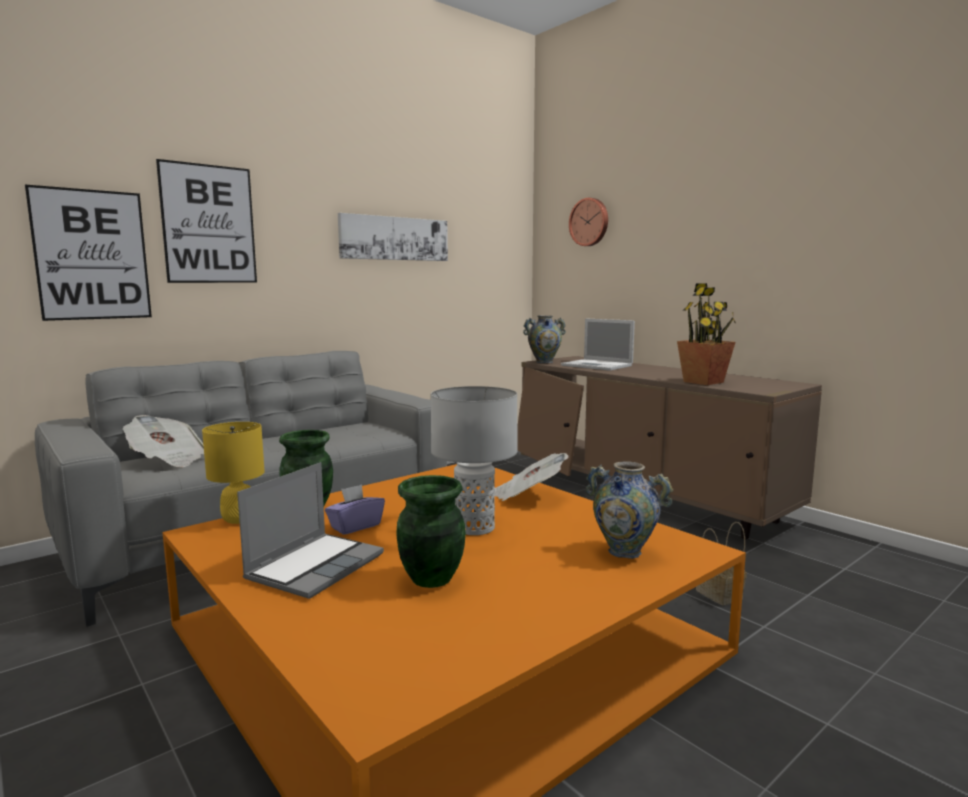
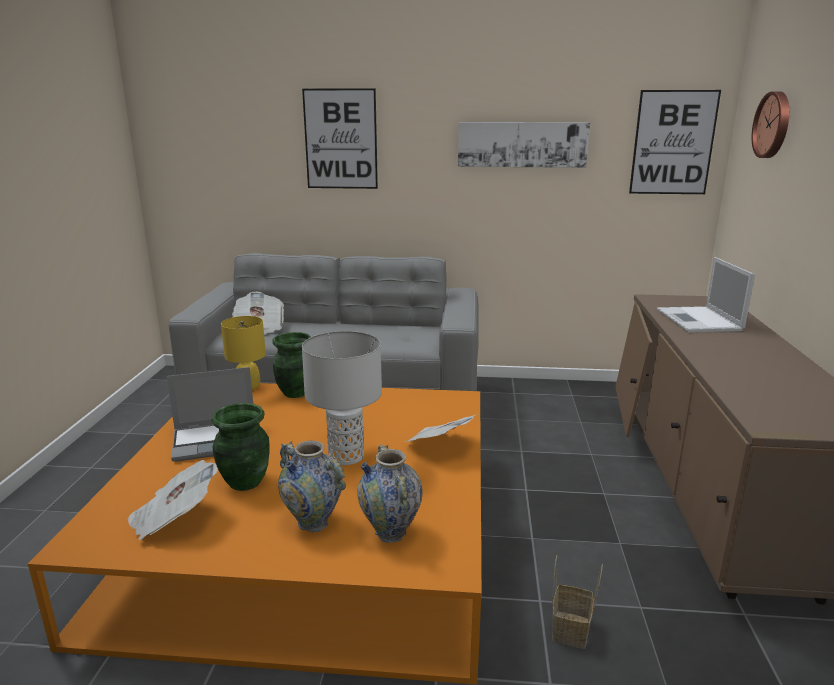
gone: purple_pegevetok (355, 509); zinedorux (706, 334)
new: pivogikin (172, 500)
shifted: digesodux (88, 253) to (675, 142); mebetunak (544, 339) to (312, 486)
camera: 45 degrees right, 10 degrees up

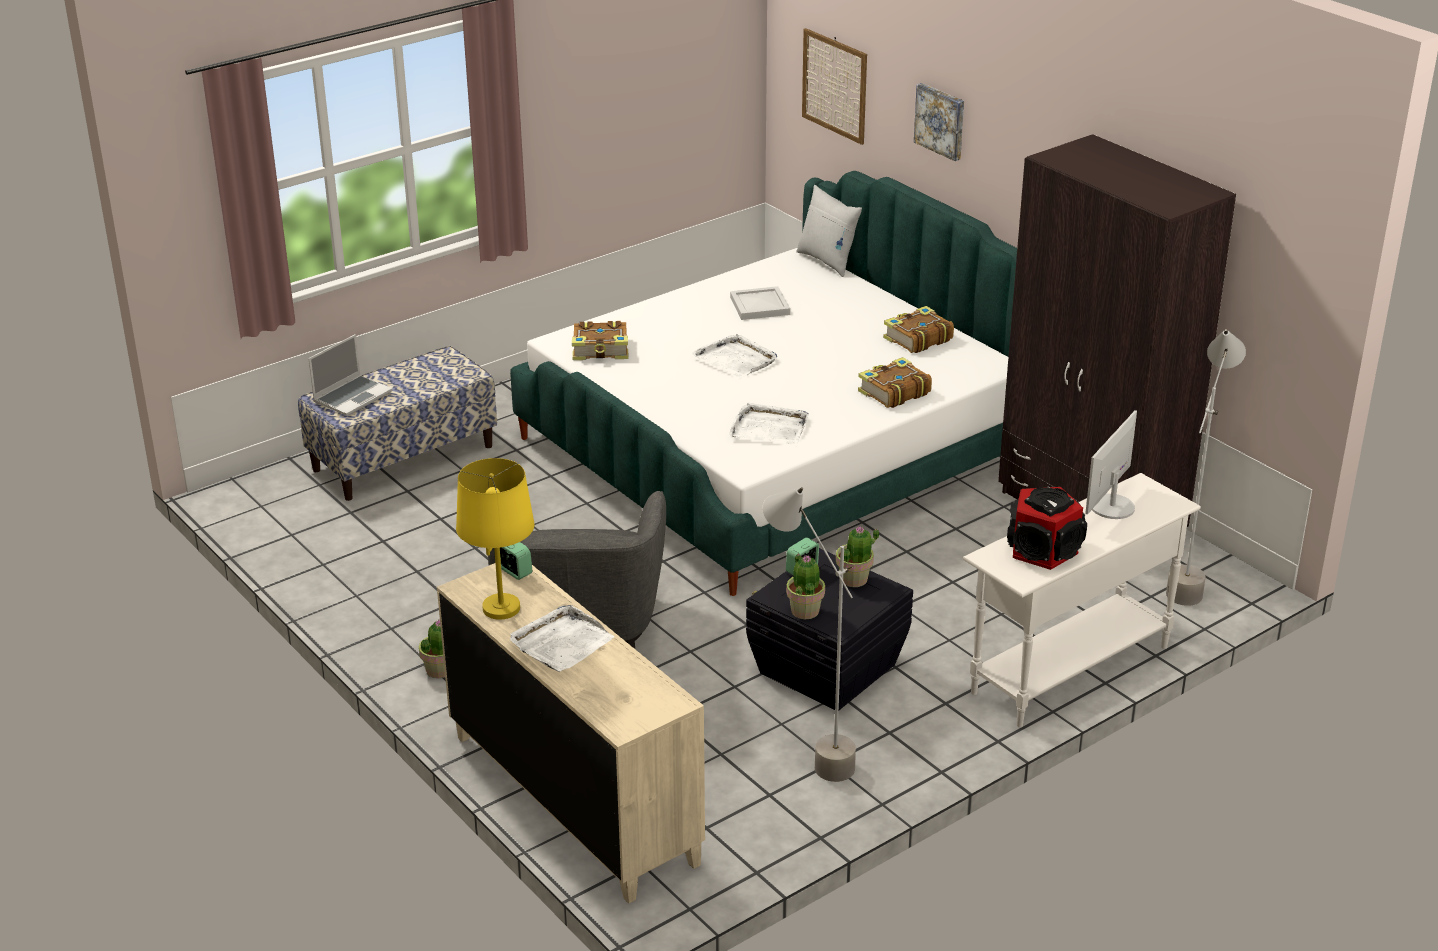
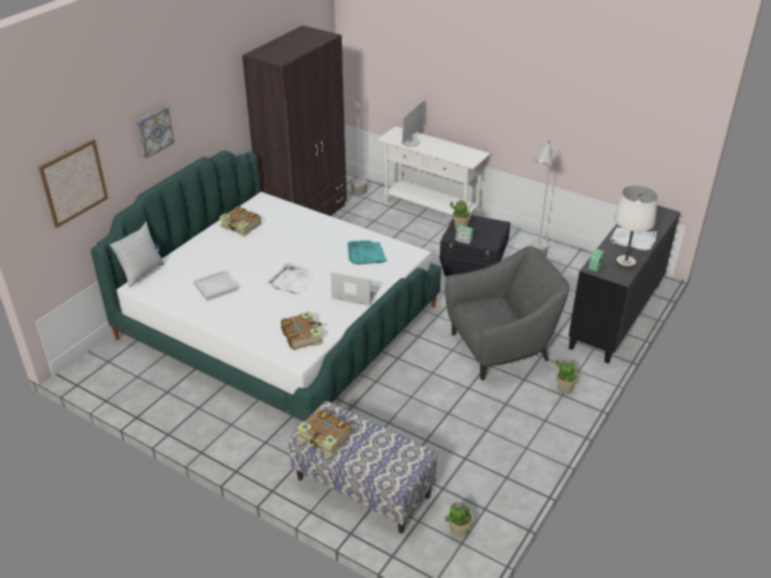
gone: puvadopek (1047, 528)
shifted: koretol (350, 375) to (355, 289); zinedorux (805, 586) to (459, 519); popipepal (895, 382) to (324, 432)
repainted: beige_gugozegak (571, 733) to black_gugozegak (624, 284); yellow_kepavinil (495, 539) to white_kepavinil (636, 227); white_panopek (769, 423) to turquoise_panopek (367, 252)
rotated: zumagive (1111, 464) = (413, 123) 75 degrees counterclockwise
camera: 110 degrees left, 5 degrees up

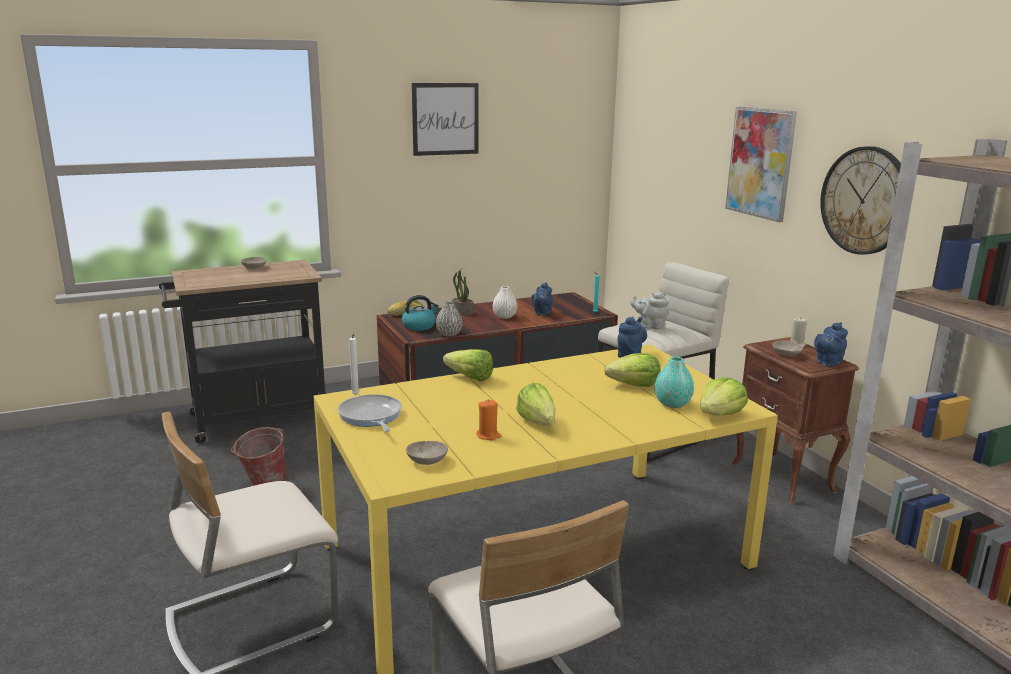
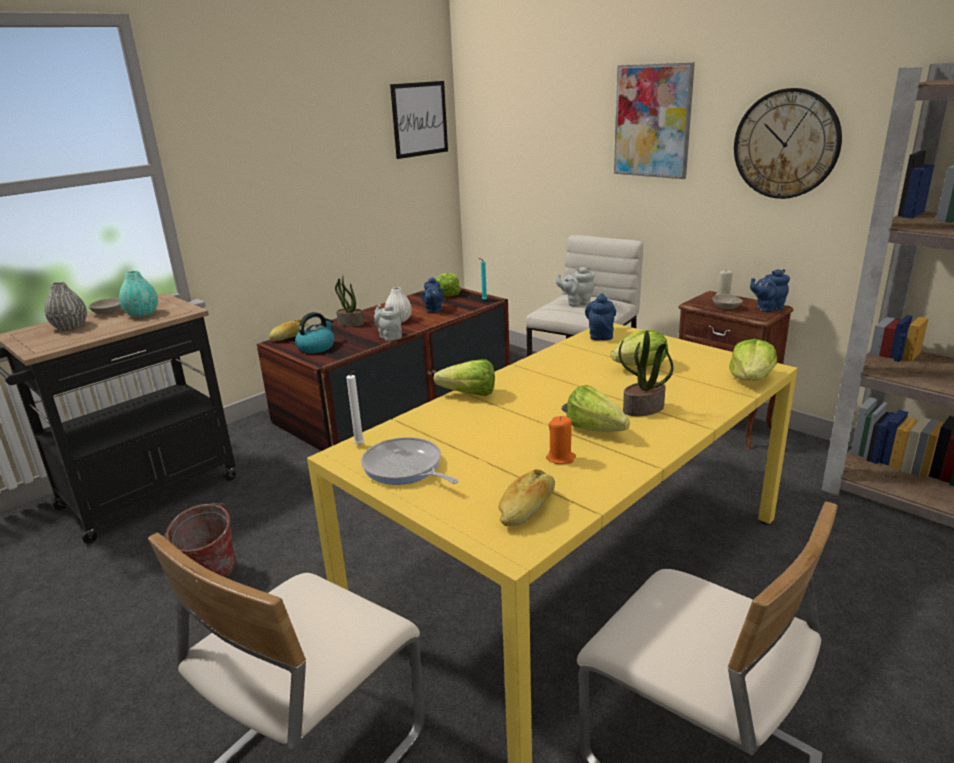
new: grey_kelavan (388, 322); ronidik (448, 284); zinedorux (646, 373)
shifted: digesodux (445, 119) to (419, 120); grey_mebetunak (449, 319) to (66, 306); turquoise_mebetunak (674, 382) to (138, 293)
swapped: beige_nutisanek (427, 453) to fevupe (527, 497)
rotated: blue_kelavan (831, 344) = (770, 290) 45 degrees clockwise
camera: 20 degrees left, 5 degrees up

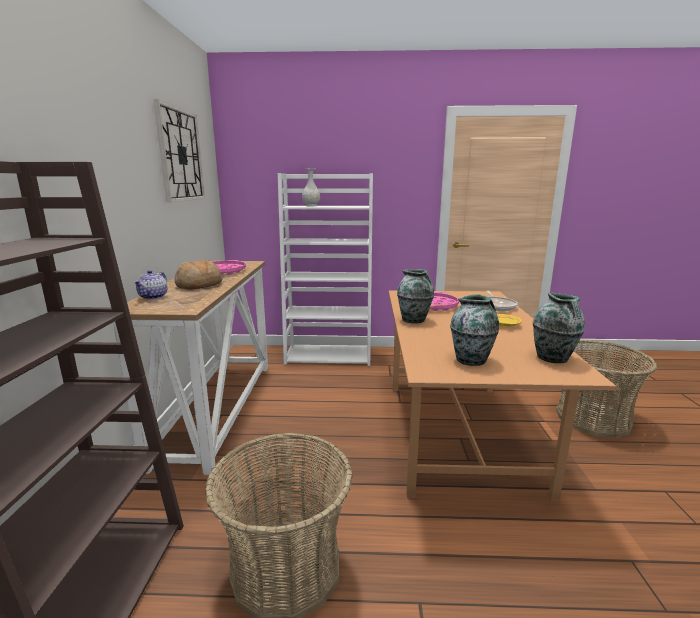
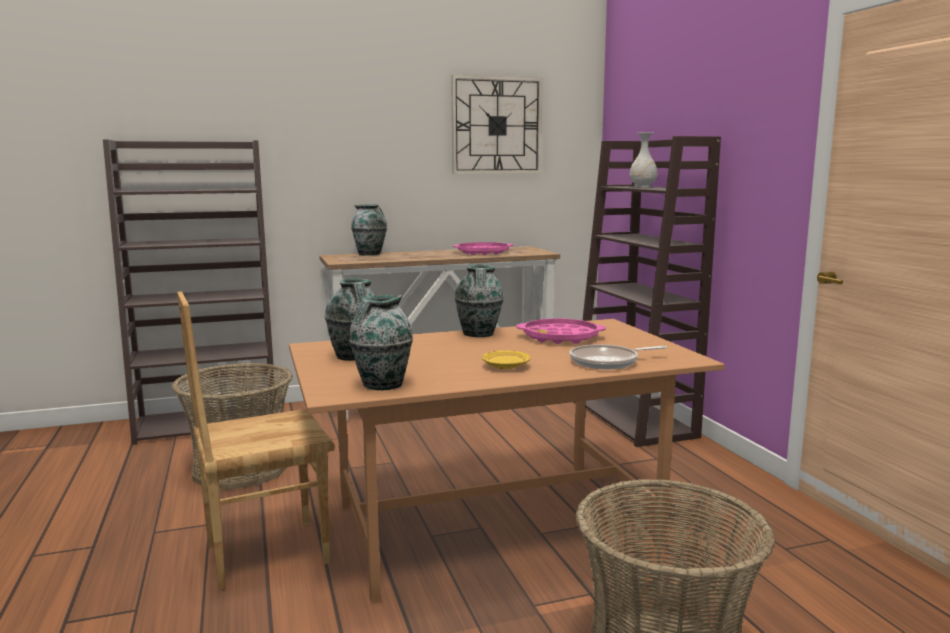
gone: fevupe (199, 275)
new: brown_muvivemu (256, 440)
swapped: kelavan (150, 285) to mebetunak (369, 229)
repainted: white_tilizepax (325, 269) to brown_tilizepax (647, 291)
camera: 70 degrees right, 5 degrees down

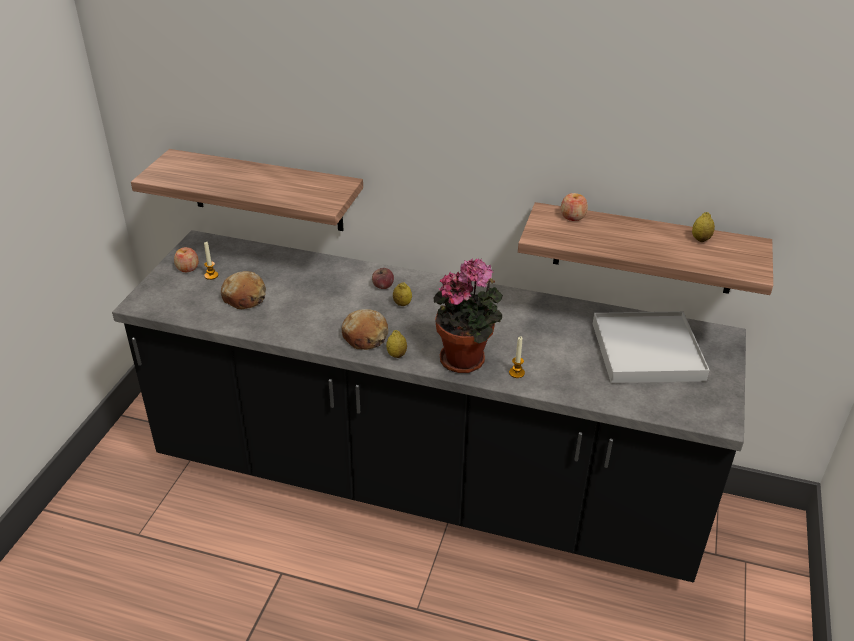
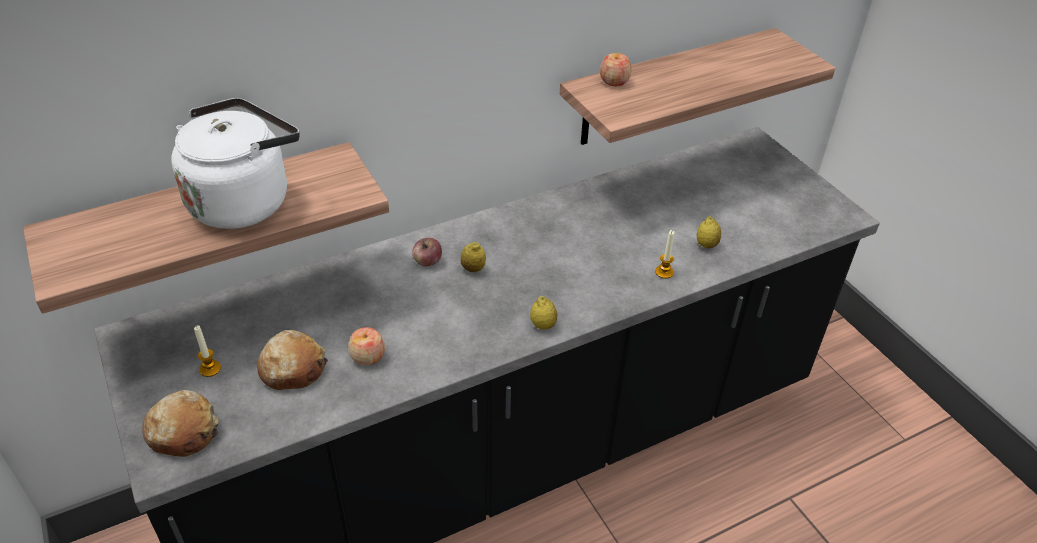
gone: zinedorux (468, 315); white_panopek (651, 347)
new: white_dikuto (235, 163)
shifted: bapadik (186, 259) to (366, 346); fevupe (365, 329) to (181, 423); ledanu (703, 227) to (709, 232)
camera: 45 degrees left, 5 degrees up

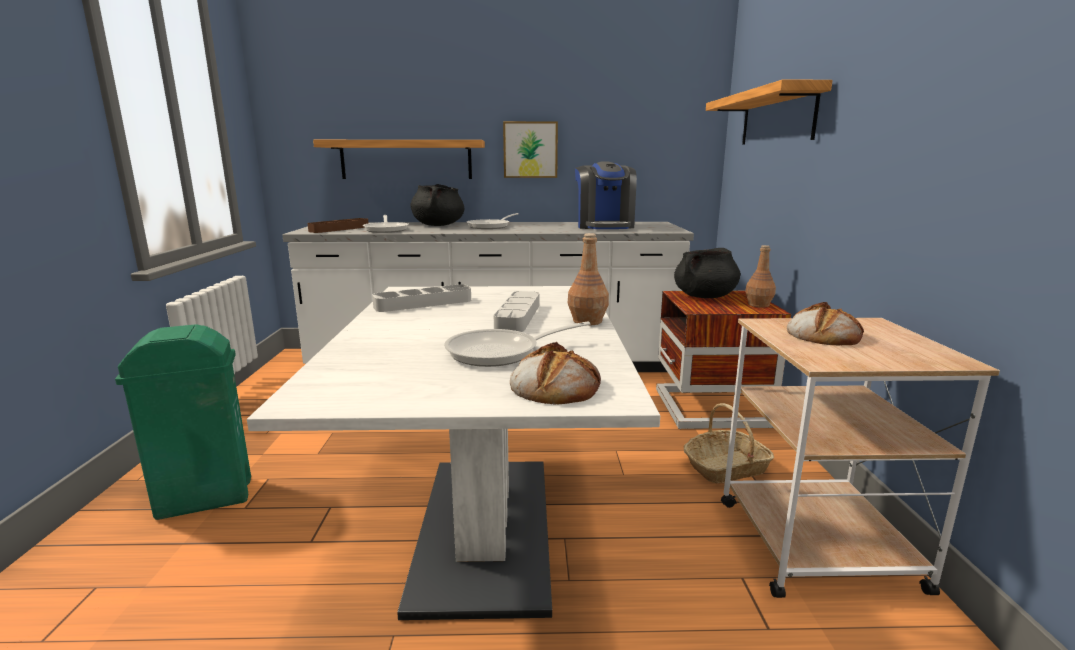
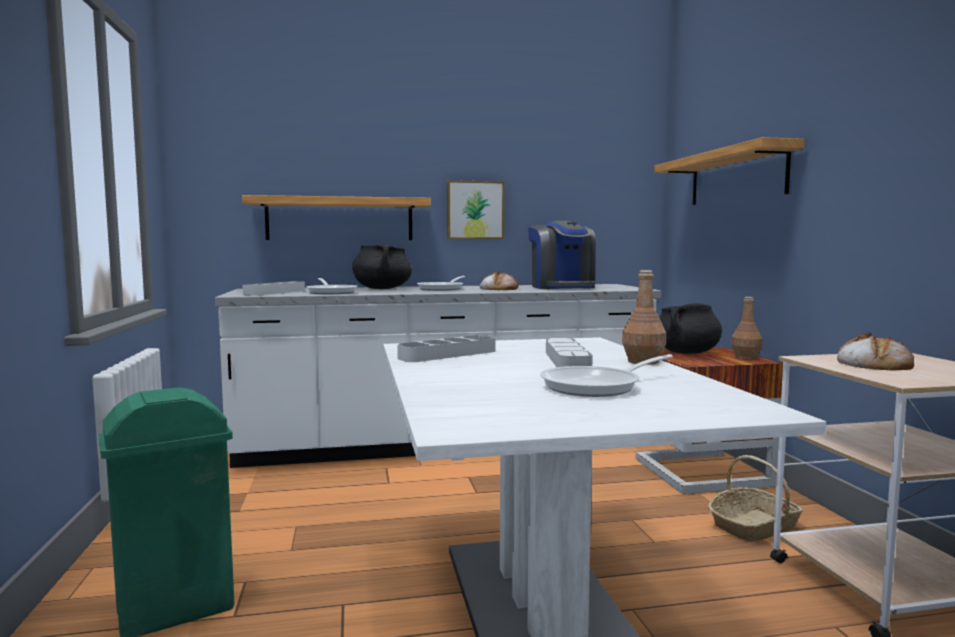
shifted: fevupe (555, 373) to (499, 280)
repainted: brown_panopek (338, 225) to grey_panopek (273, 288)
camera: 10 degrees left, 10 degrees down

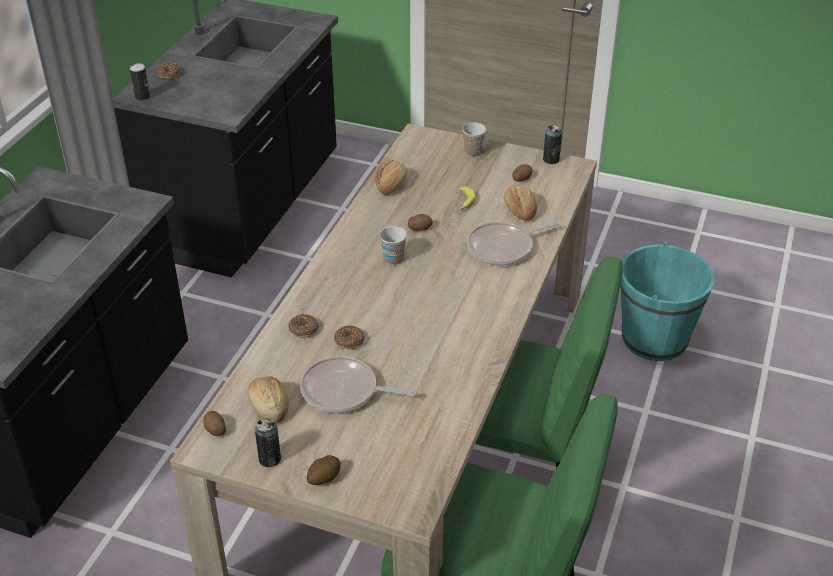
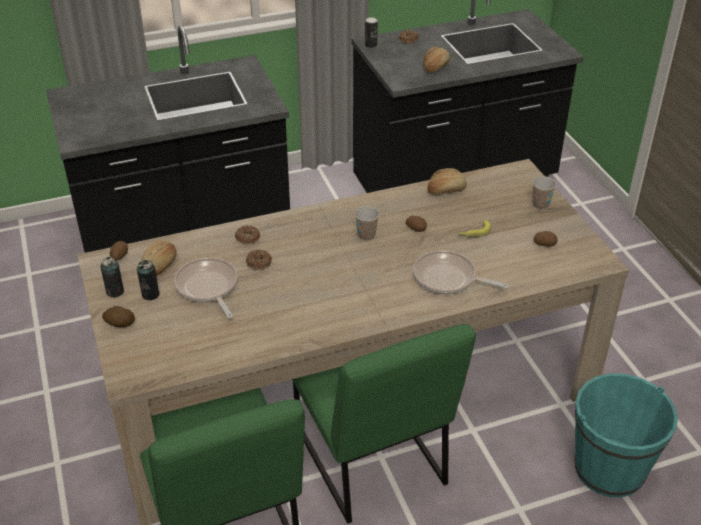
shifted: fevupe (520, 203) to (436, 60); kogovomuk (552, 144) to (148, 280)
camera: 50 degrees right, 0 degrees up

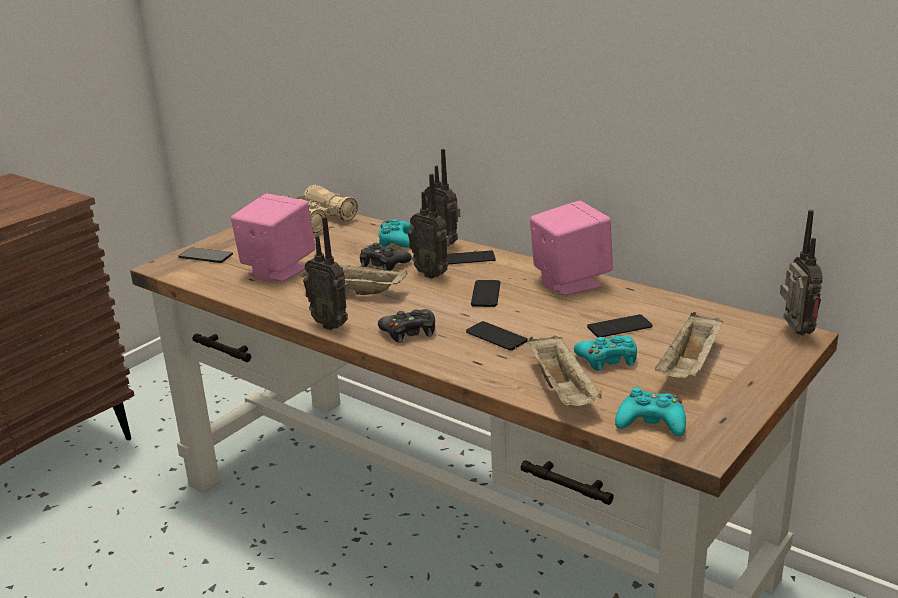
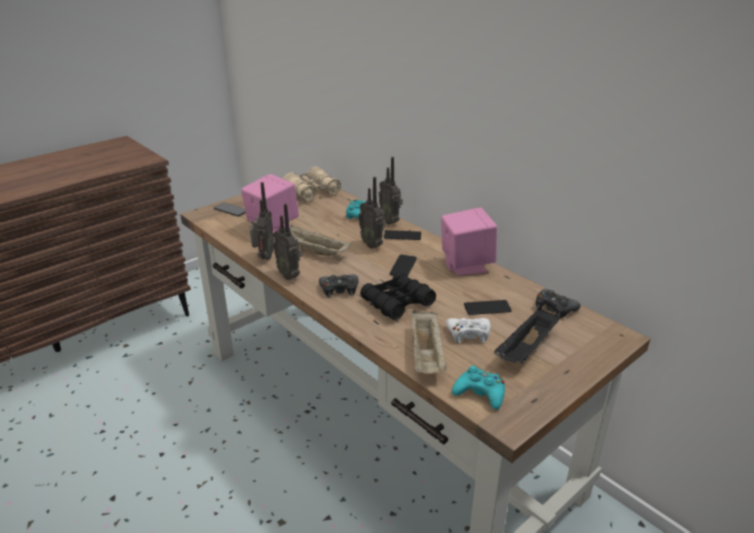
shifted: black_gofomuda (386, 257) to (558, 303); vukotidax (801, 272) to (262, 221)
swapped: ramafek (497, 336) to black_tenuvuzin (398, 296)
repainted: turquoise_gofomuda (605, 353) to white_gofomuda (468, 330); beige_panopek (689, 345) to black_panopek (527, 336)
camera: 10 degrees right, 5 degrees up

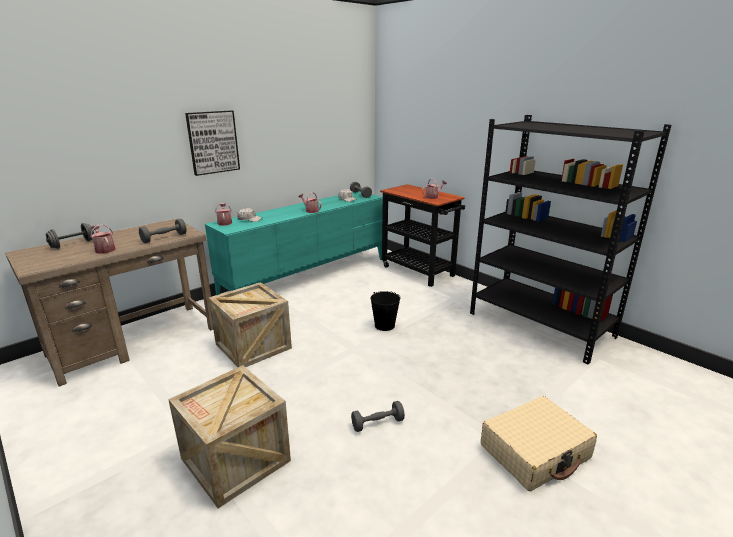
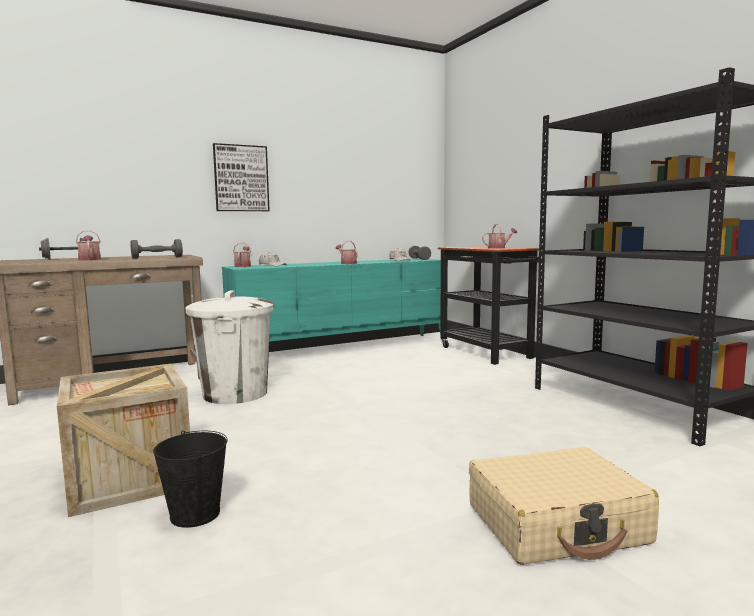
gone: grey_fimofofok (378, 416)
shifted: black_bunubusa (385, 311) to (190, 479)
swapped: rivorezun (250, 324) to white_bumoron (229, 347)
camera: 15 degrees right, 15 degrees down

